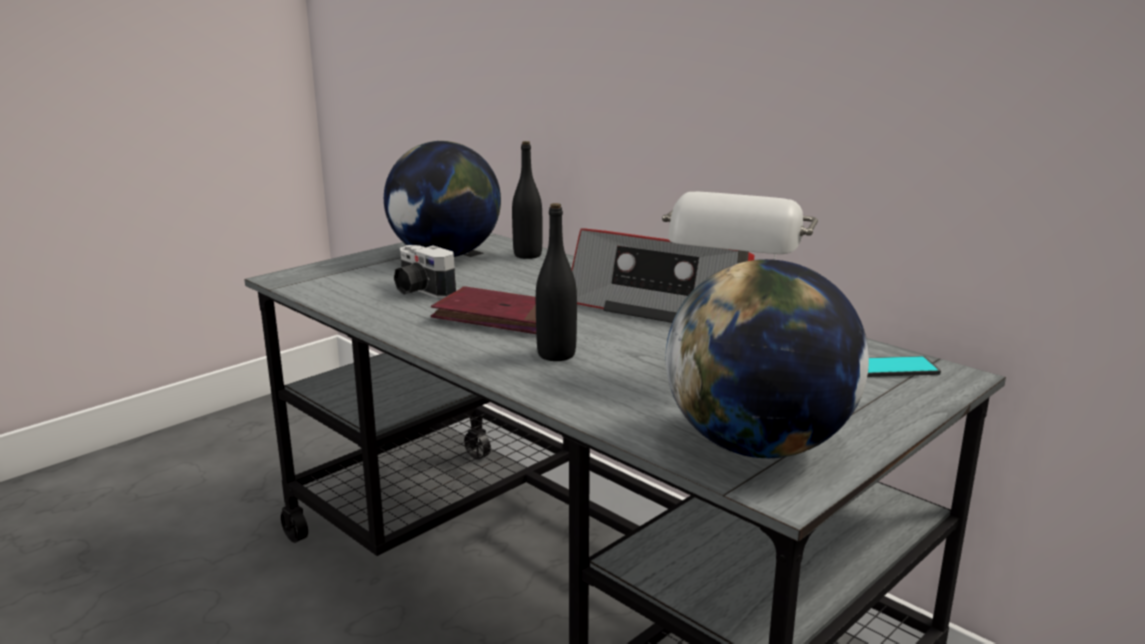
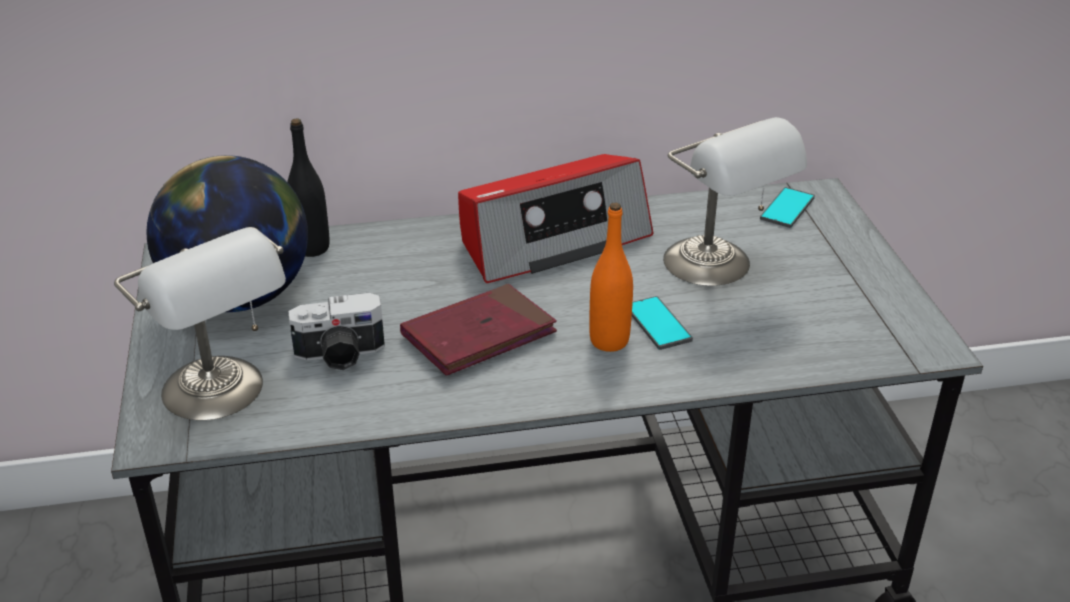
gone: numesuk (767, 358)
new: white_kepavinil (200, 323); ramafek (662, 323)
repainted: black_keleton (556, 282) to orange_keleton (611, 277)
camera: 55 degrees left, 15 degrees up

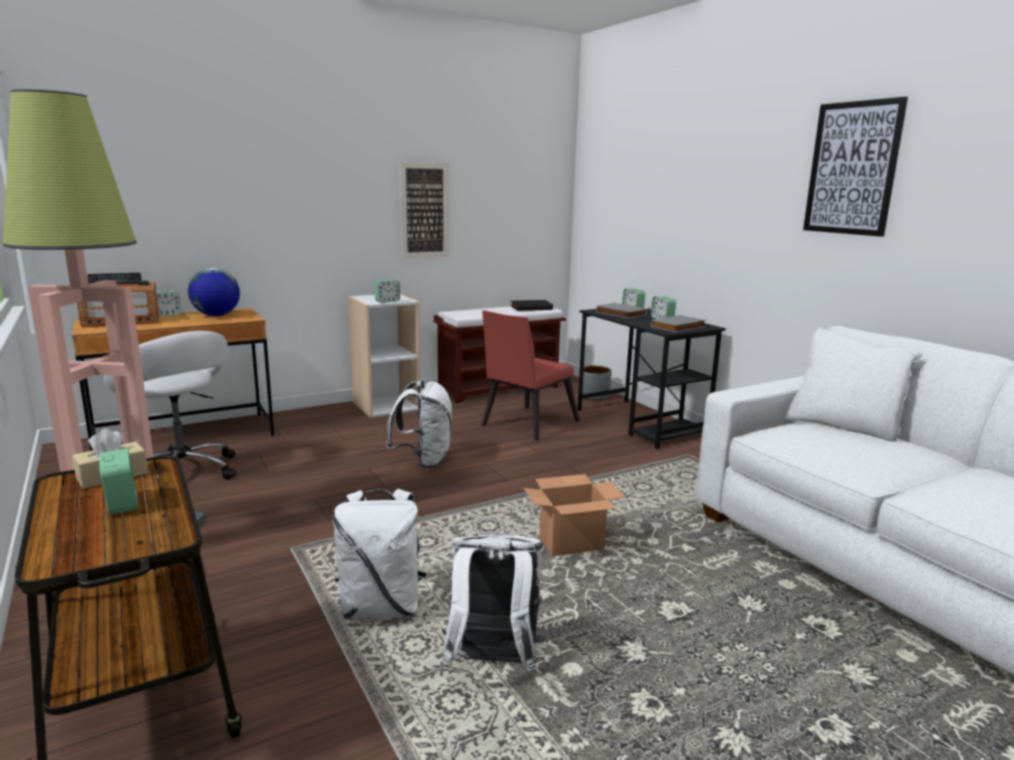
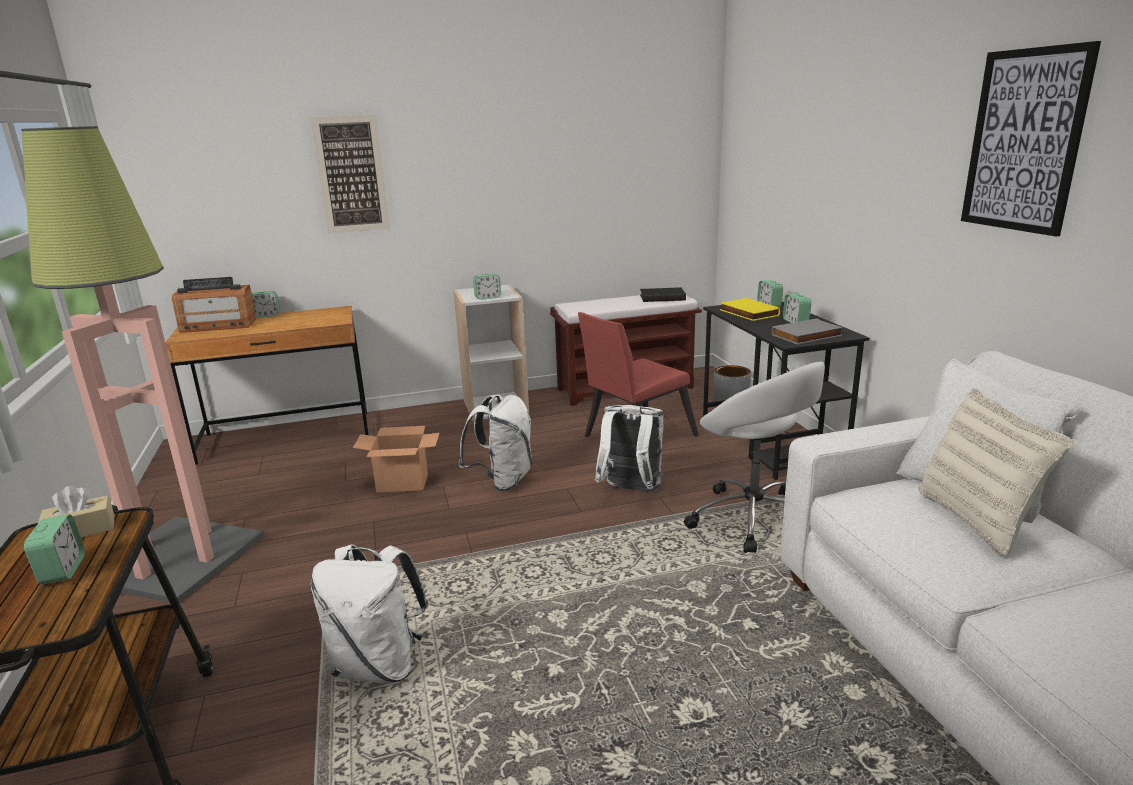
gone: numesuk (214, 292)
new: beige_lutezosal (996, 471)
shifted: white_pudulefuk (170, 412) to (754, 457); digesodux (424, 210) to (350, 174); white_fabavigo (493, 603) to (629, 448); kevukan (574, 515) to (396, 459)
repainted: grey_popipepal (621, 311) to yellow_popipepal (750, 309)
camera: 15 degrees right, 5 degrees up

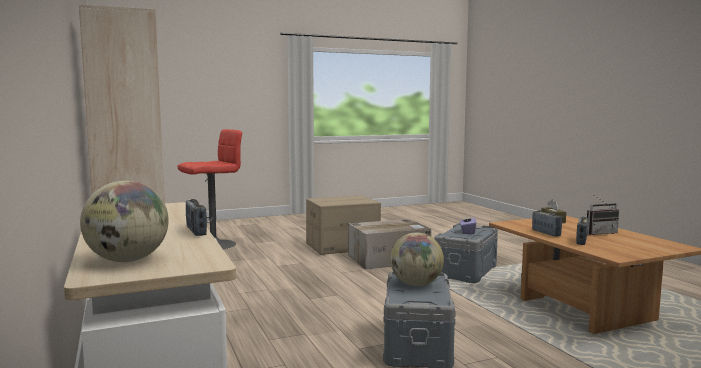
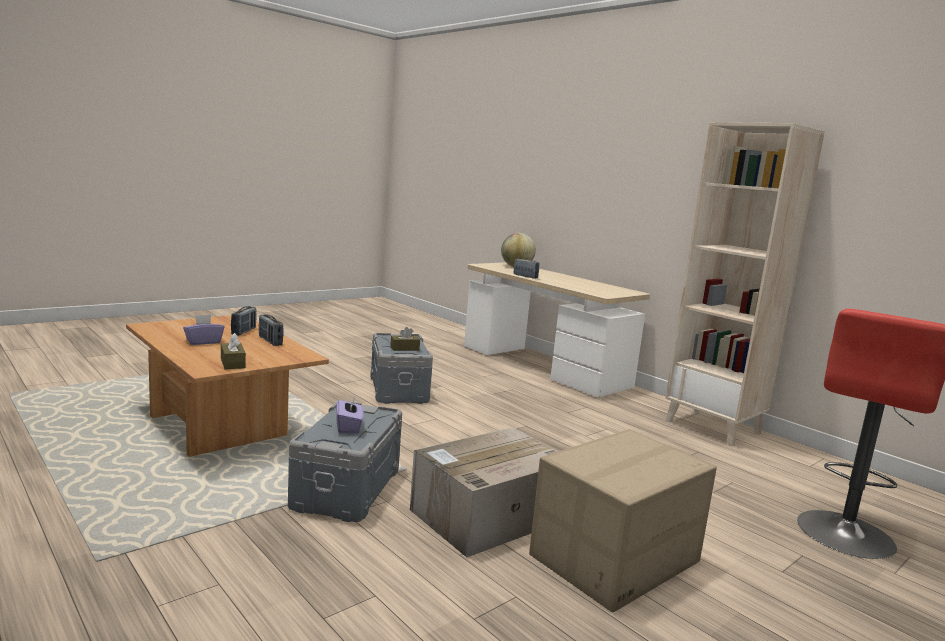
swapped: numesuk (417, 259) to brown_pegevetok (405, 339); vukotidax (603, 214) to purple_pegevetok (203, 329)
camera: 160 degrees right, 5 degrees up

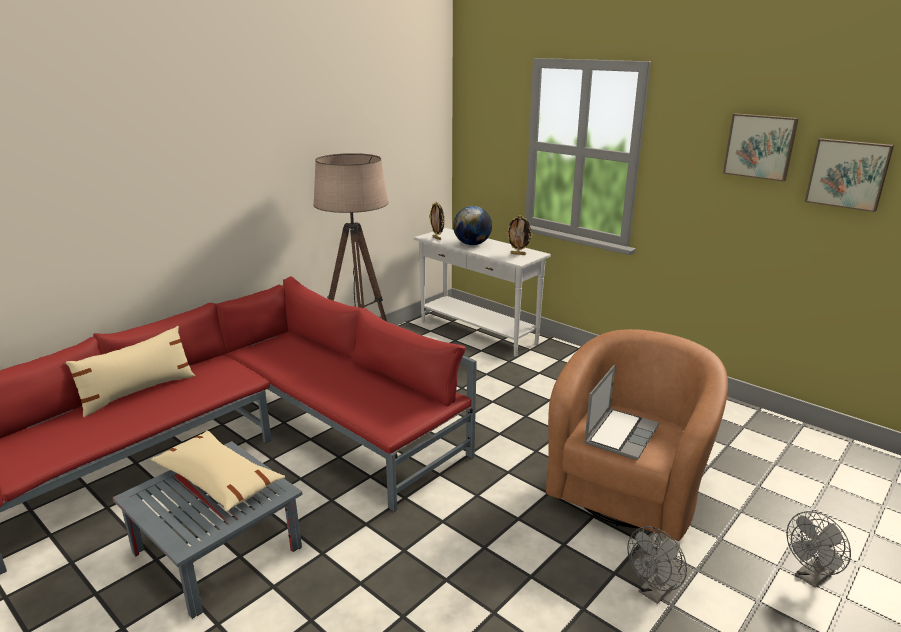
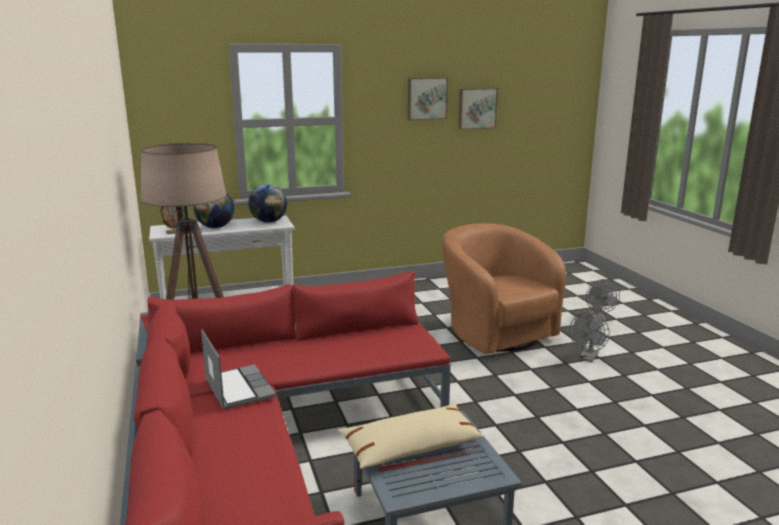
gone: beige_lutezosal (130, 371)
shifted: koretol (621, 412) to (238, 369)
swapped: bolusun (519, 235) to numesuk (268, 203)
rotated: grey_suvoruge (657, 565) = (589, 337) 45 degrees clockwise
camera: 60 degrees left, 5 degrees down

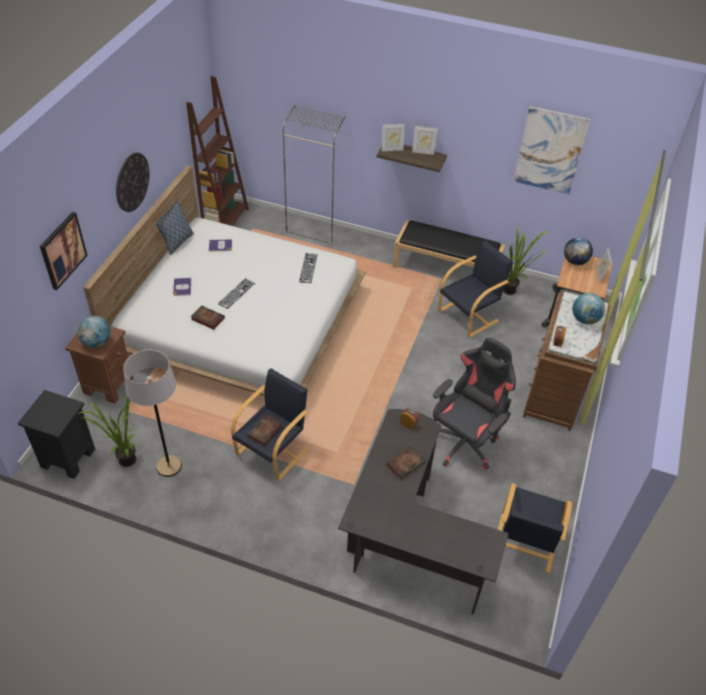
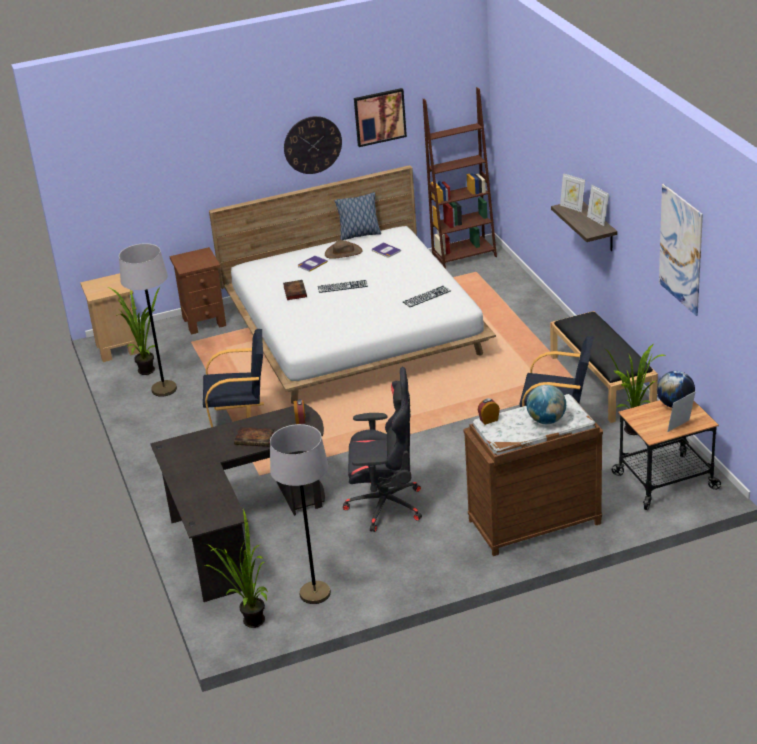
gone: numesuk (93, 331); popipepal (265, 430); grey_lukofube (314, 174)
new: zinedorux (236, 568); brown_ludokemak (344, 249)
shifted: digesodux (64, 251) to (380, 117)
swapped: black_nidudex (535, 528) to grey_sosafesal (300, 514)
repainted: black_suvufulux (56, 434) to beige_suvufulux (109, 317)
camera: 55 degrees right, 15 degrees down

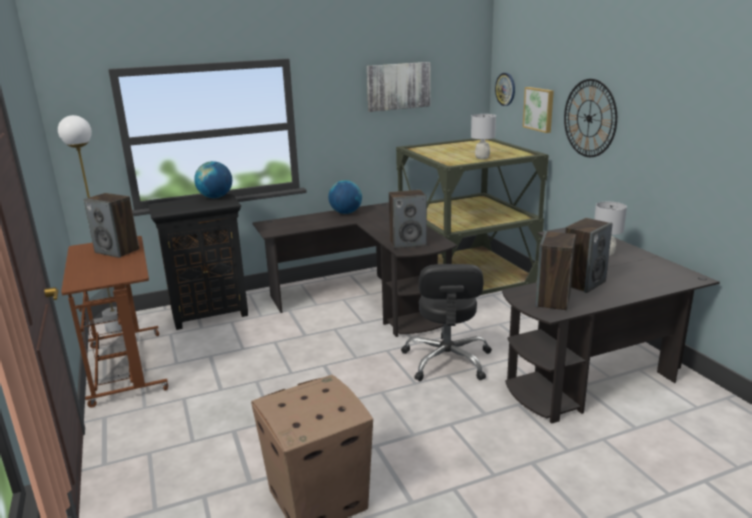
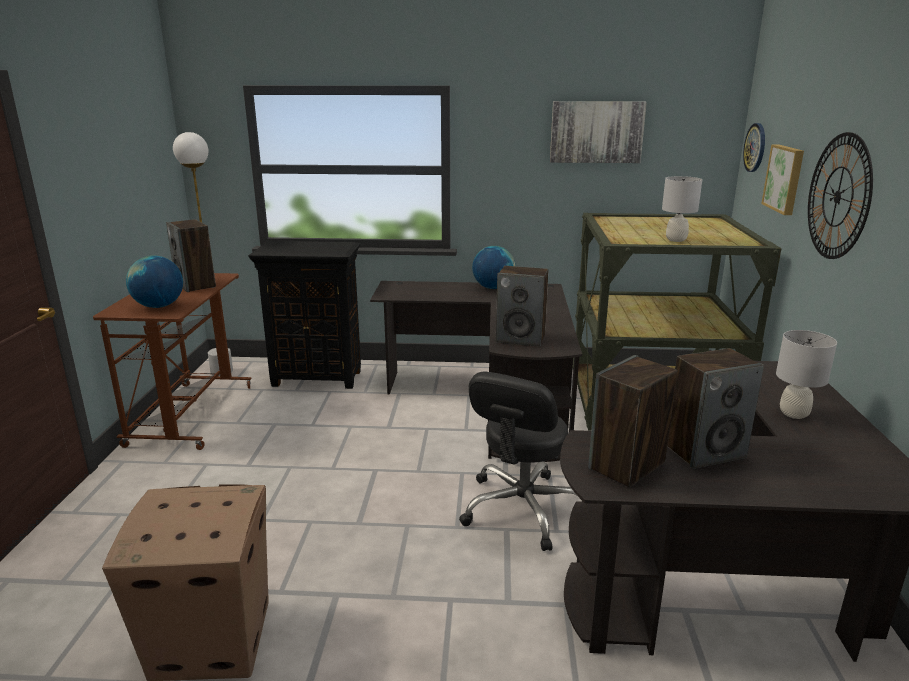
shifted: numesuk (213, 179) to (154, 282)
camera: 25 degrees right, 0 degrees up

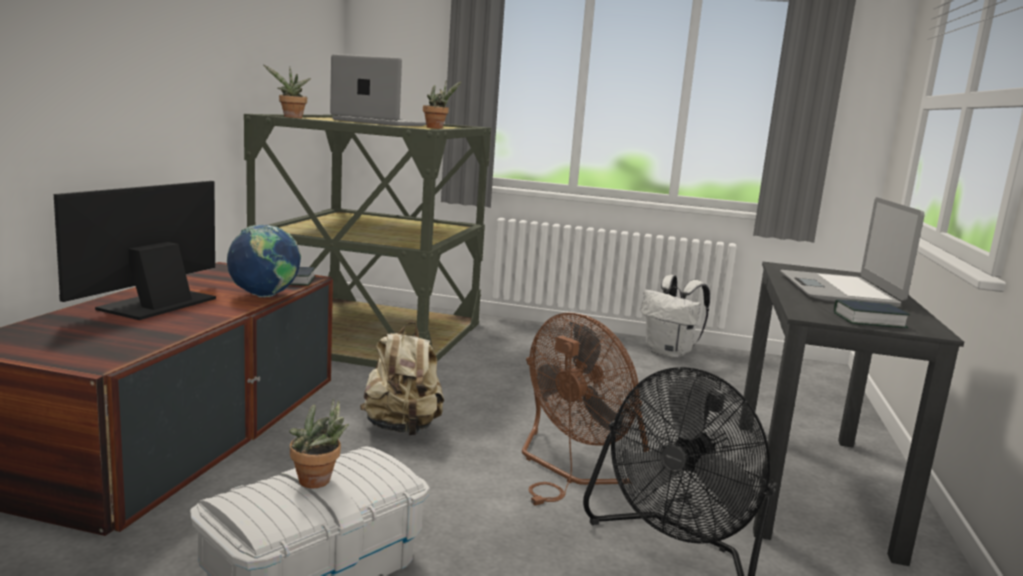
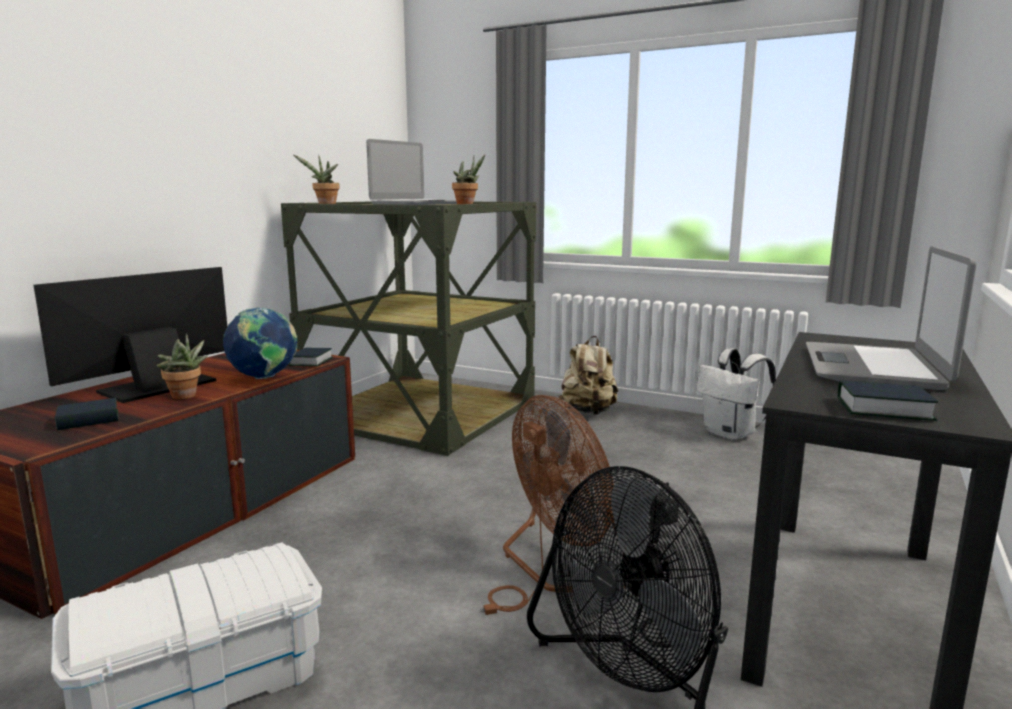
new: popipepal (86, 414)
shifted: zinedorux (319, 443) to (182, 366); beige_fabavigo (402, 379) to (588, 375)
rotated: koretol (378, 90) = (411, 172) 90 degrees clockwise
camera: 15 degrees right, 0 degrees up

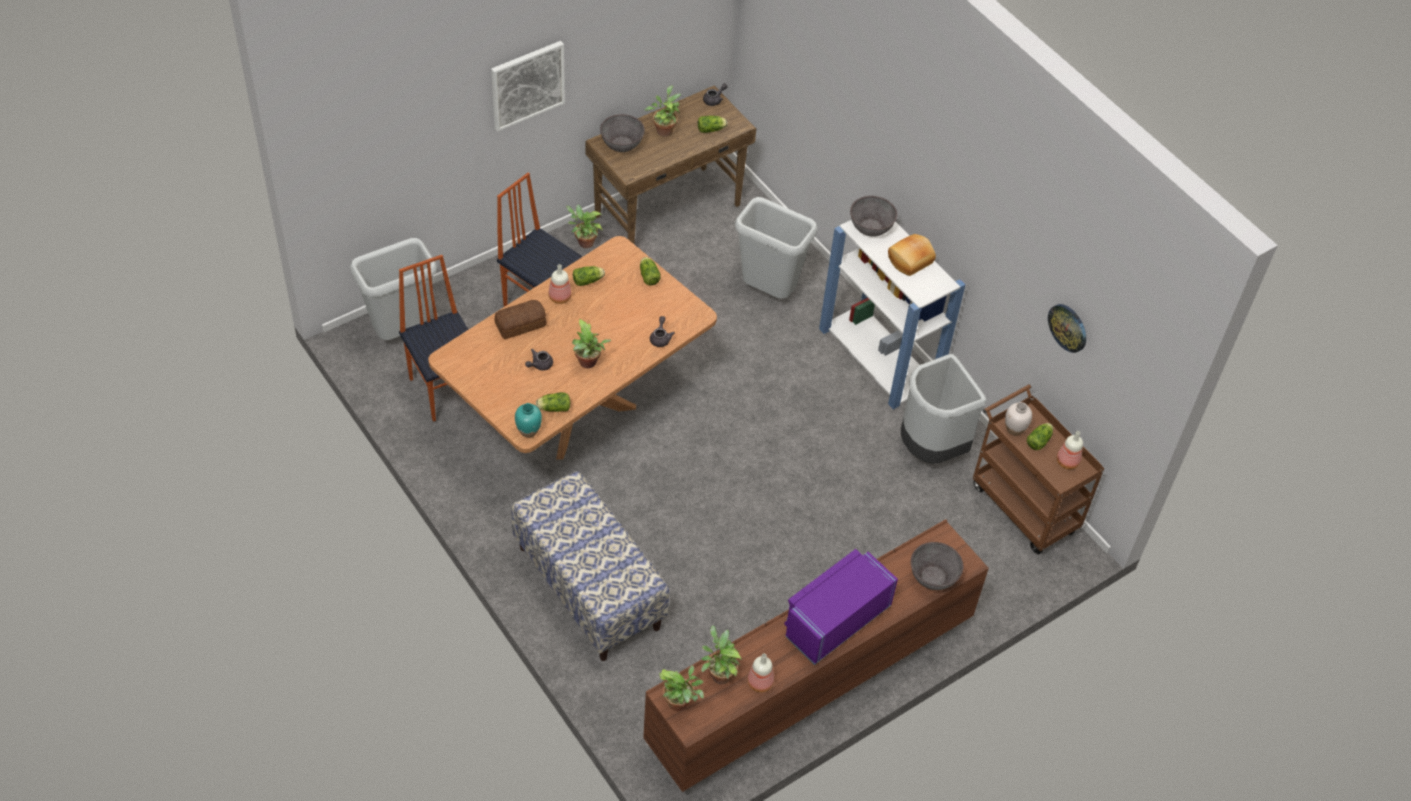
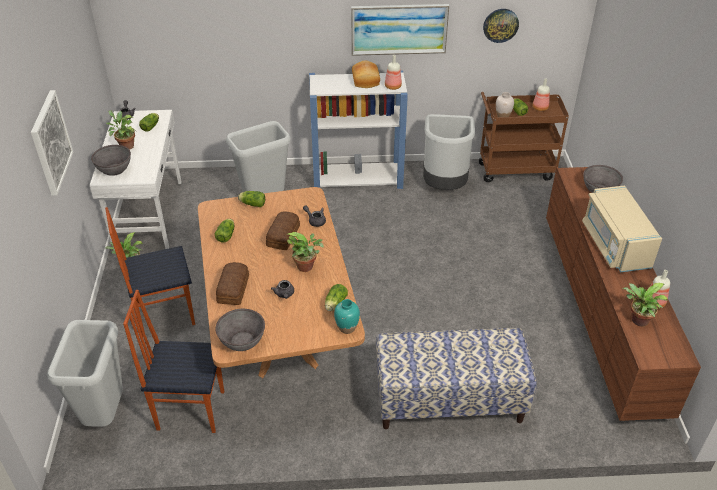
gone: zinedorux (681, 688)
new: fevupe (283, 230); digesodux (400, 30)
shifted: keleton (560, 284) to (393, 72); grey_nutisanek (873, 216) to (240, 330)
repainted: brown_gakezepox (671, 165) to white_gakezepox (135, 179); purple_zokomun (841, 607) to beige_zokomun (622, 228)
camera: 55 degrees left, 10 degrees down

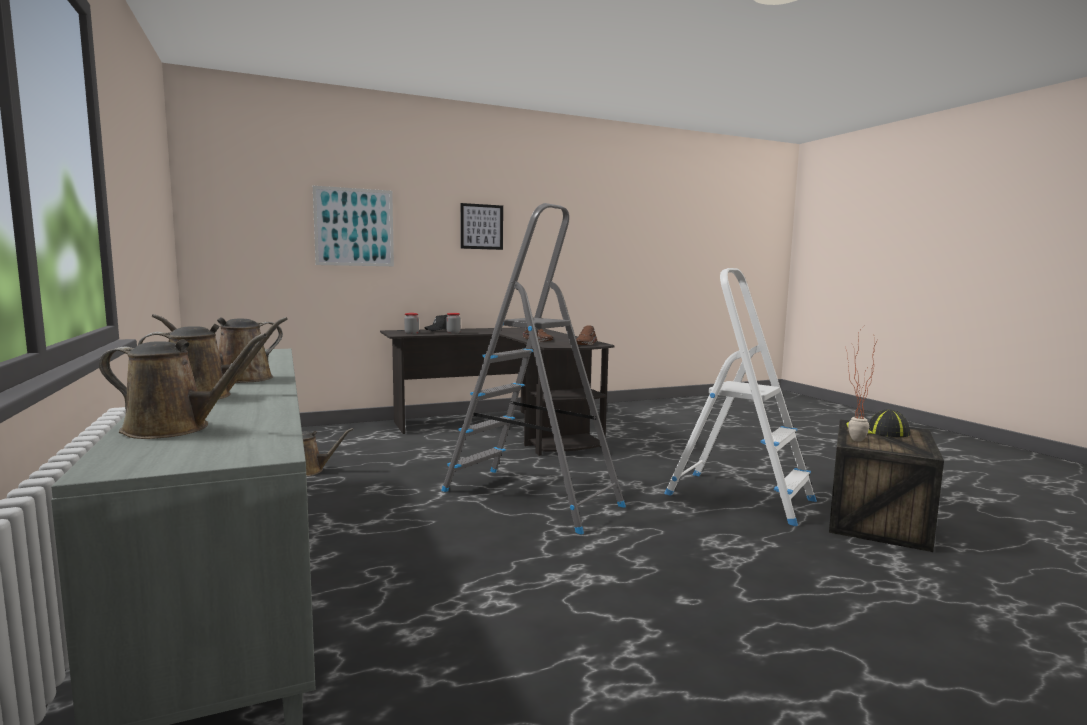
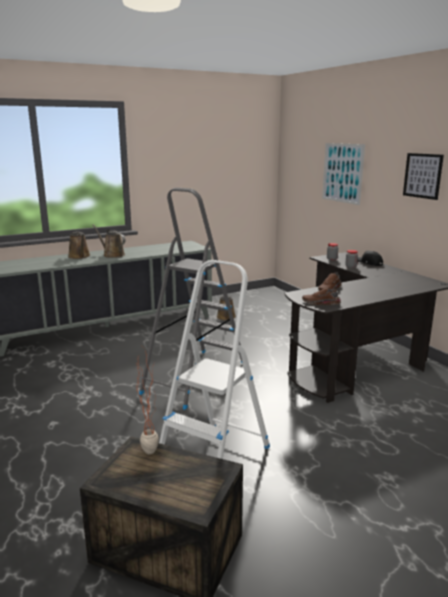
gone: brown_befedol (183, 386); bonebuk (878, 423)
camera: 85 degrees right, 10 degrees up

